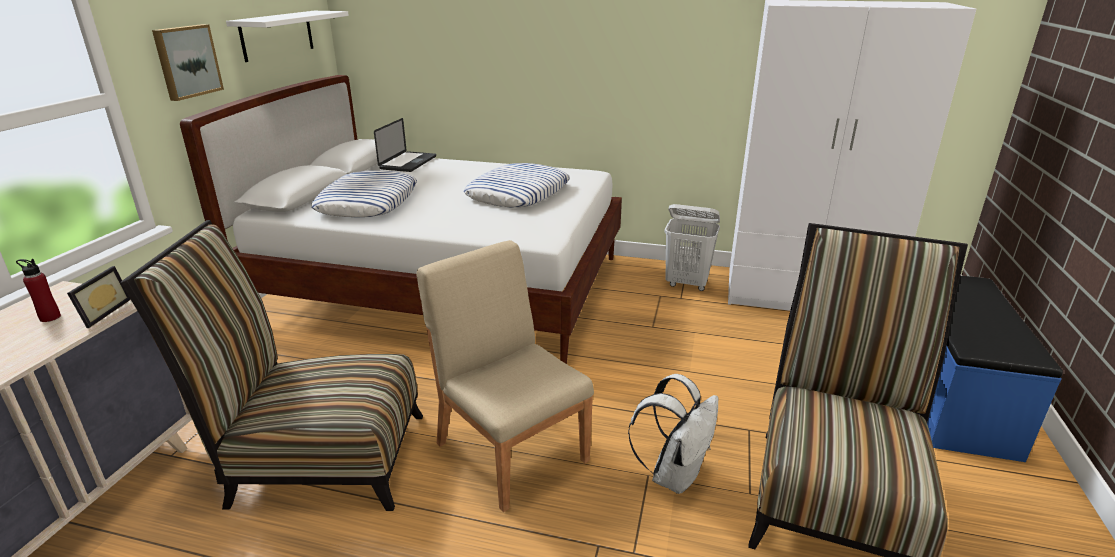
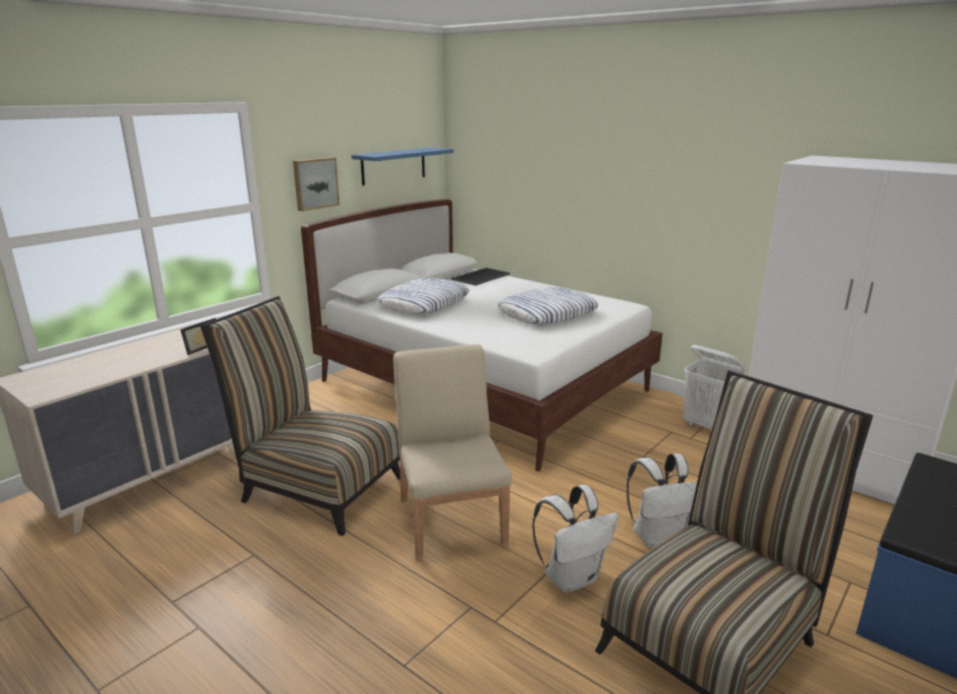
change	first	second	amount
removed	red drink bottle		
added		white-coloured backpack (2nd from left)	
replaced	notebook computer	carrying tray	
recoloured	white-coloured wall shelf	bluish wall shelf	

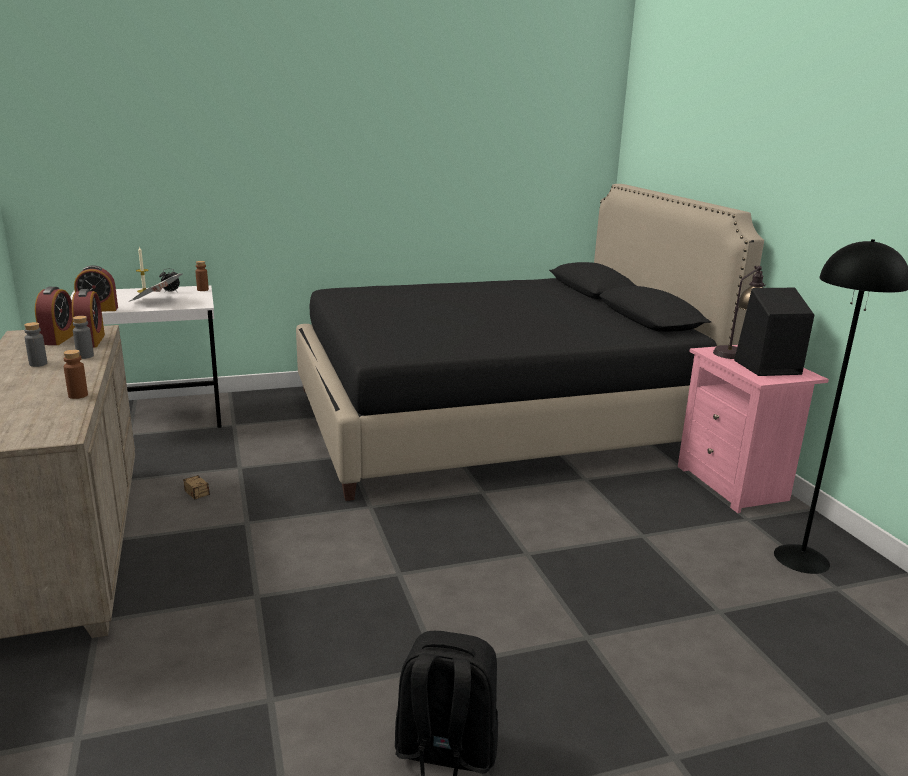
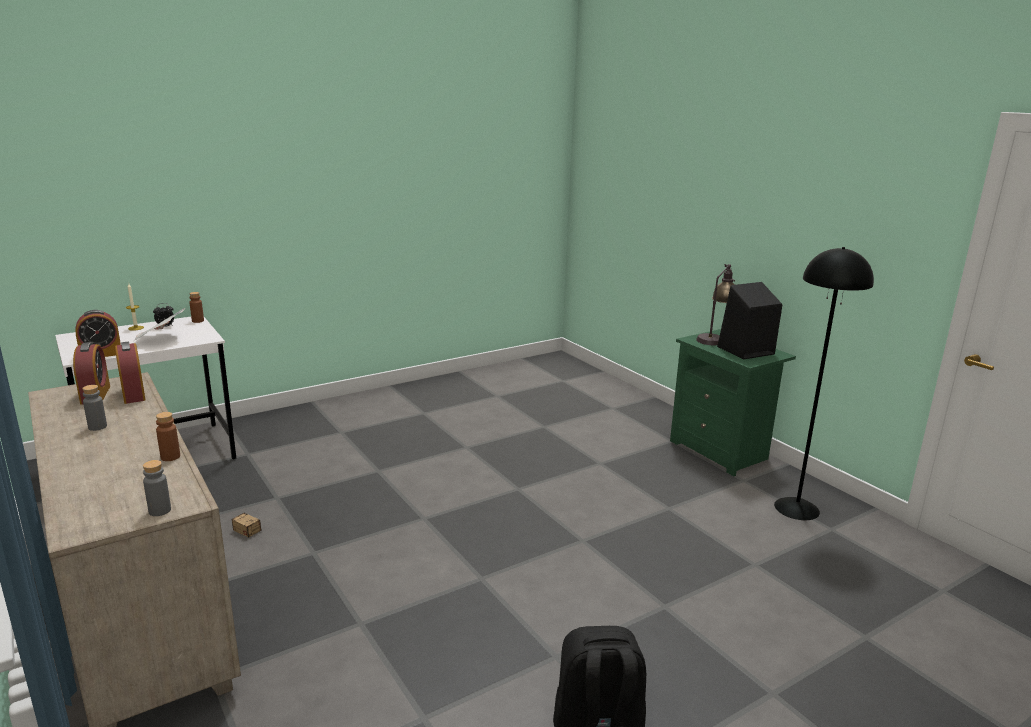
change	first	second	amount
removed	blackish bed		
moved	gray drink bottle (2nd from left)		
recoloured	pinkish nightstand	green nightstand	

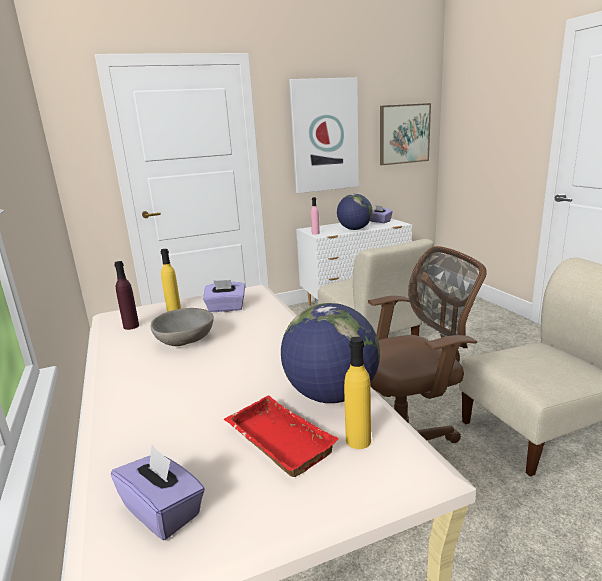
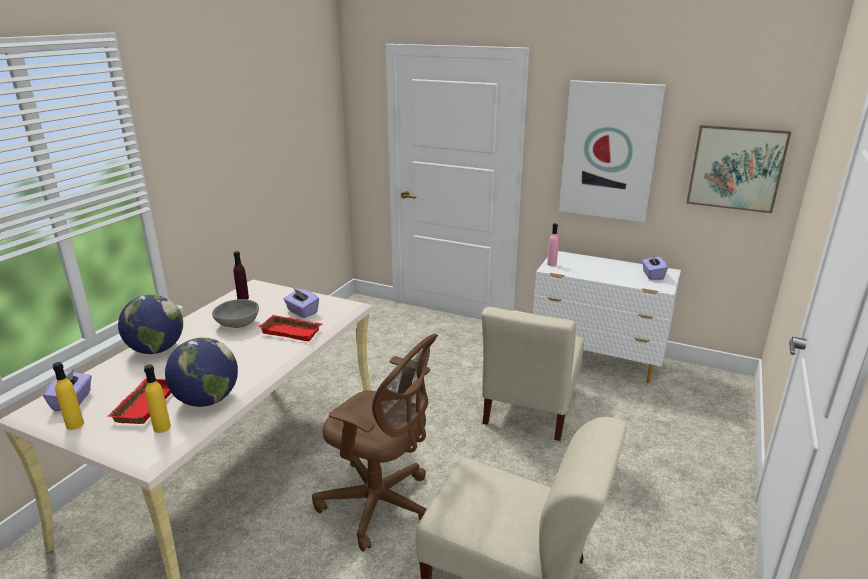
change	first	second	amount
added		red carrying tray (2nd from left)	
moved	yellow-coloured drink bottle (1st from left)		
moved	world globe (2nd from left in the first image)	world globe (1st from left)	

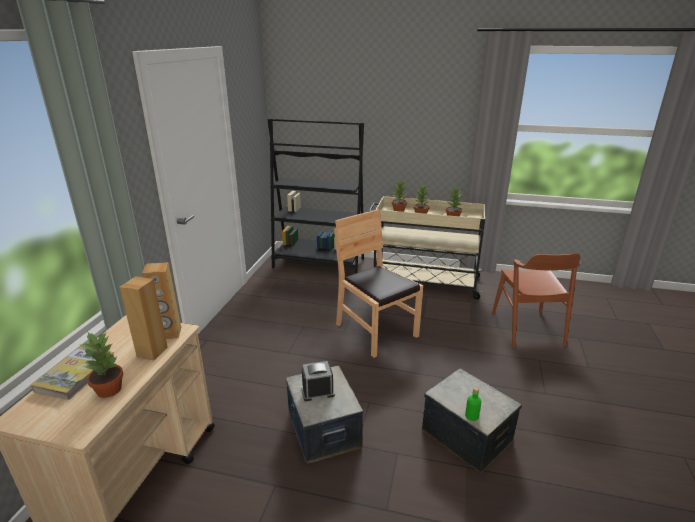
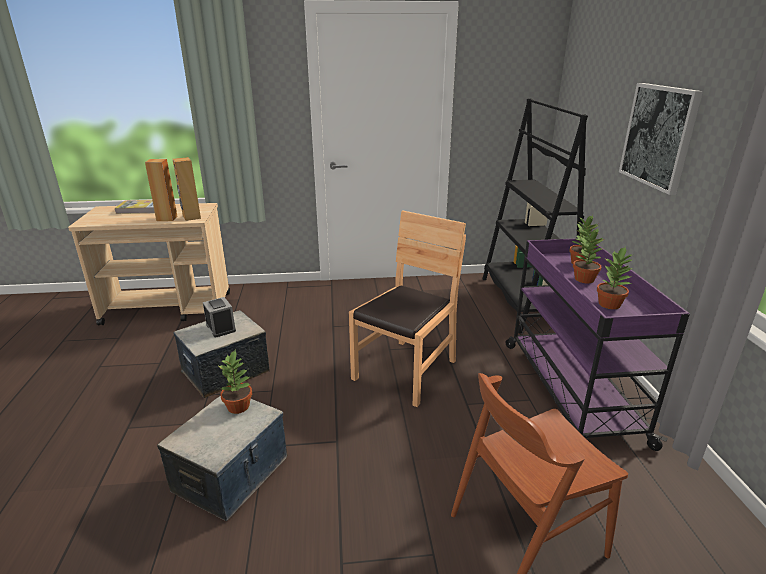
change	first	second	amount
removed	green drink bottle		
added		wall picture	
moved	houseplant (1st from left)		
recoloured	sand-coloured trolley (2nd from left)	purplish trolley	

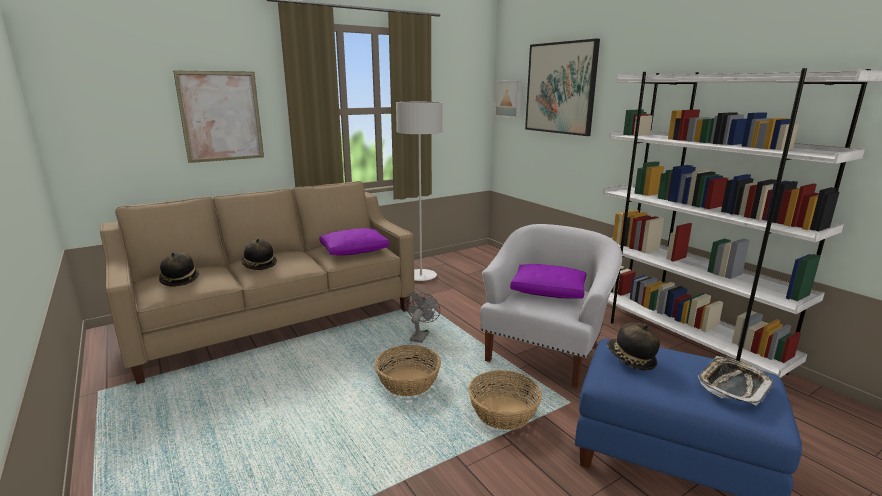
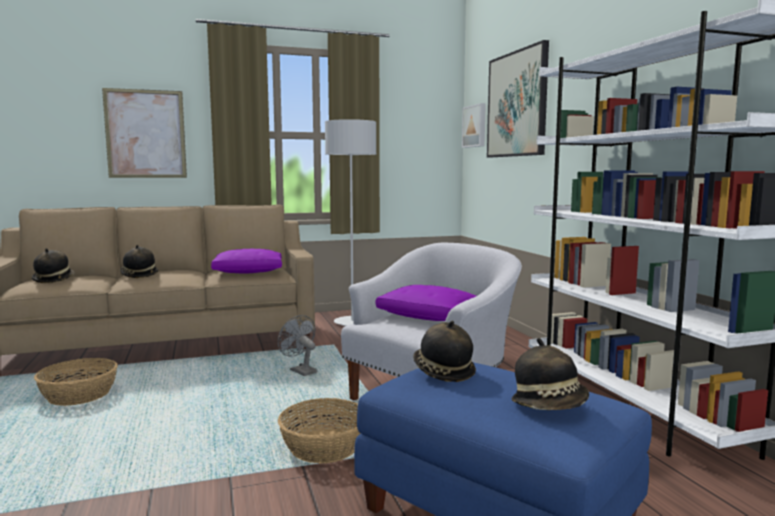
change	first	second	amount
moved	basket (1st from left)		
replaced	carrying tray	clothing hat (4th from left)	
turned	gray fan		75 degrees counterclockwise

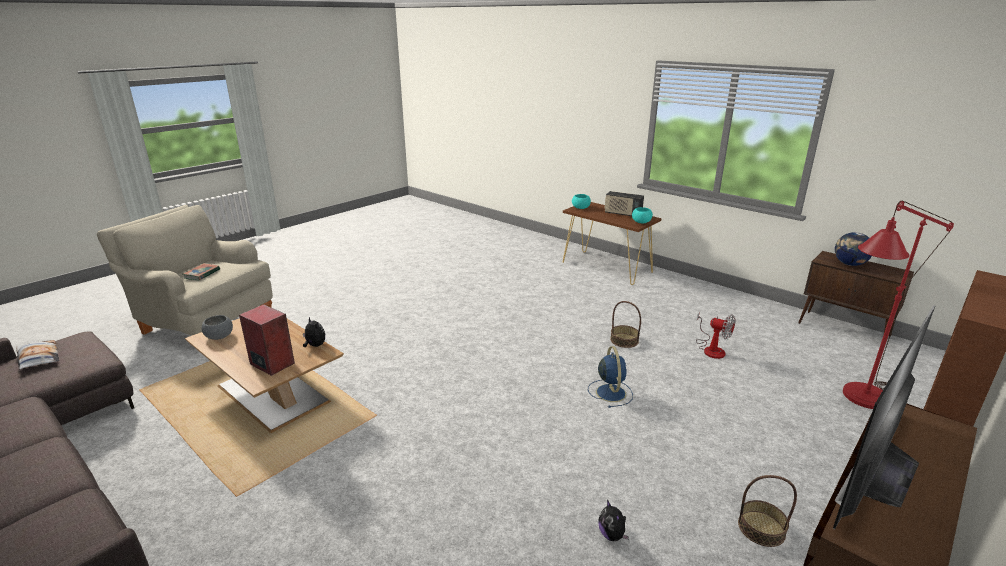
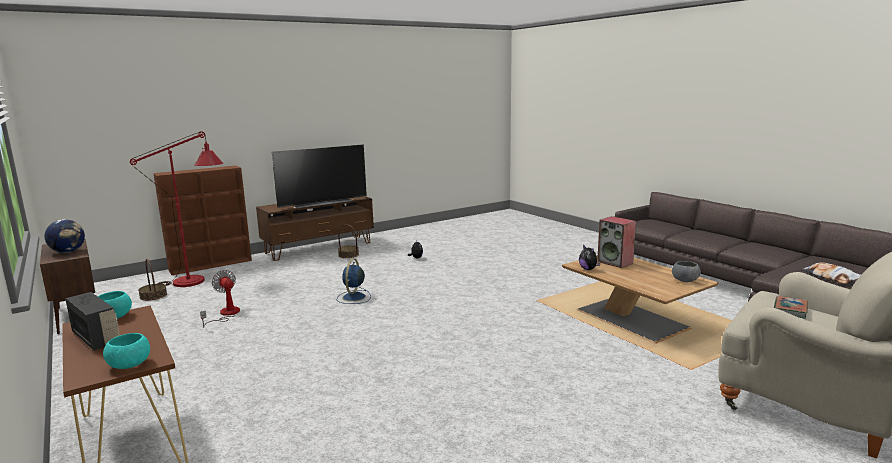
change	first	second	amount
moved	basket (1st from left)		

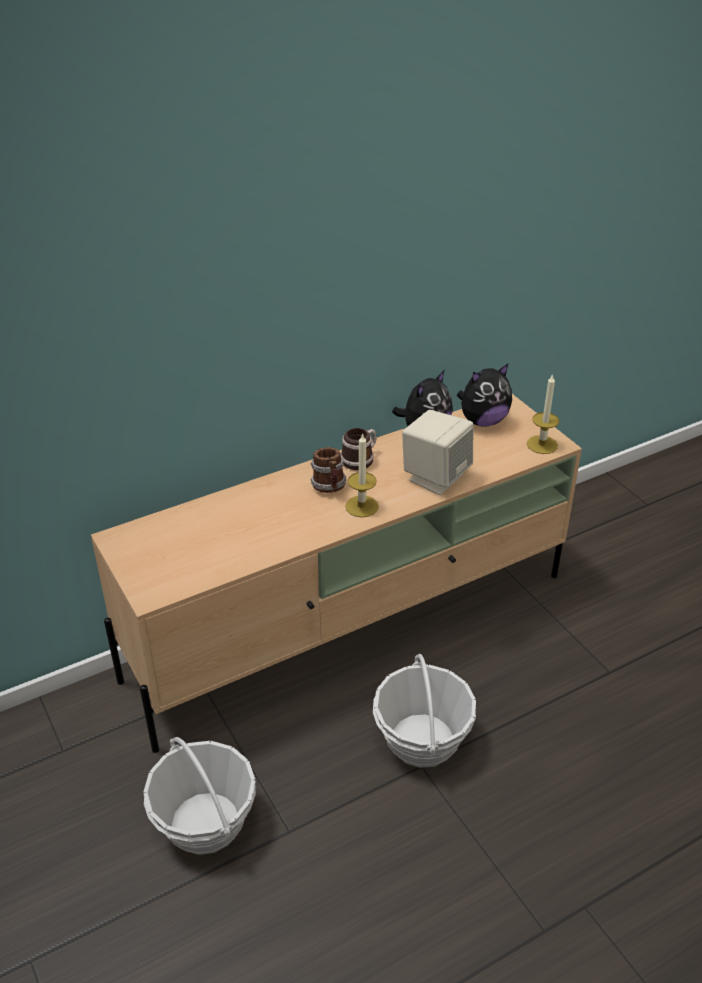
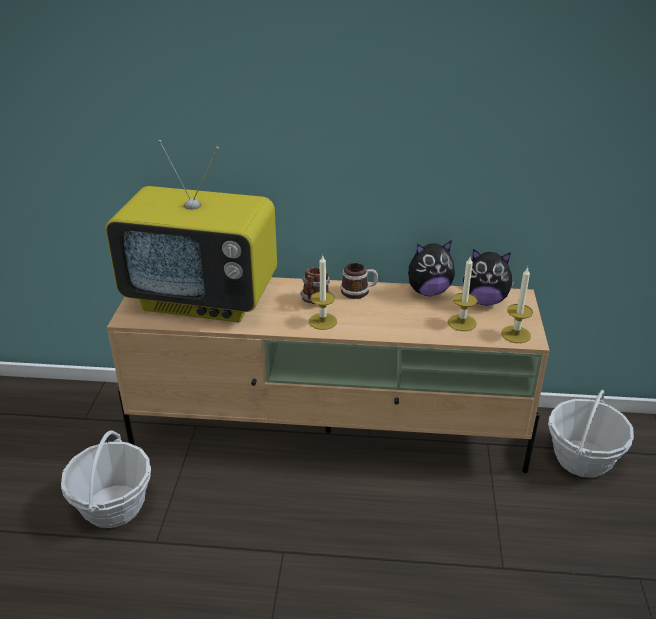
change	first	second	amount
removed	sand-coloured loudspeaker		
added		TV	
added		wax light (2nd from left)	
moved	basket (2nd from left)		

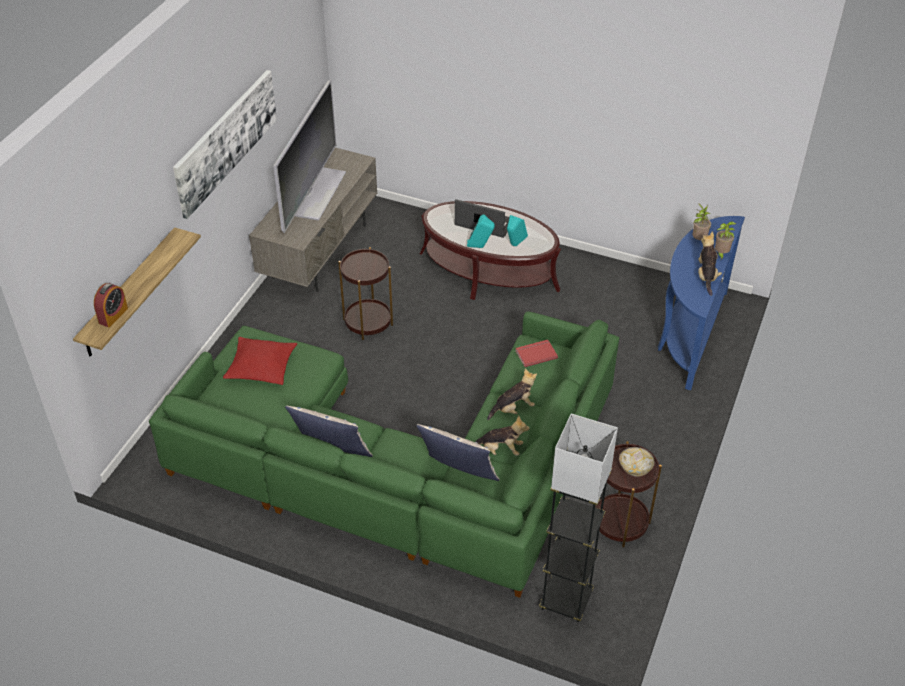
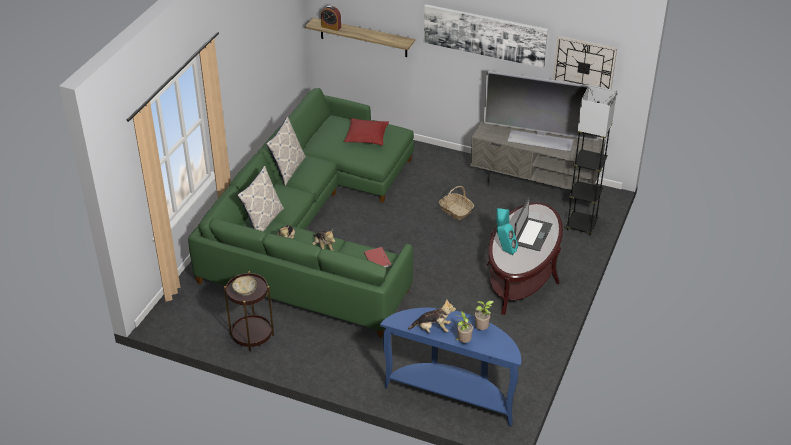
change	first	second	amount
added		clock on the wall	
moved	blackish standard lamp		
replaced	brownish side table (1st from left)	basket	

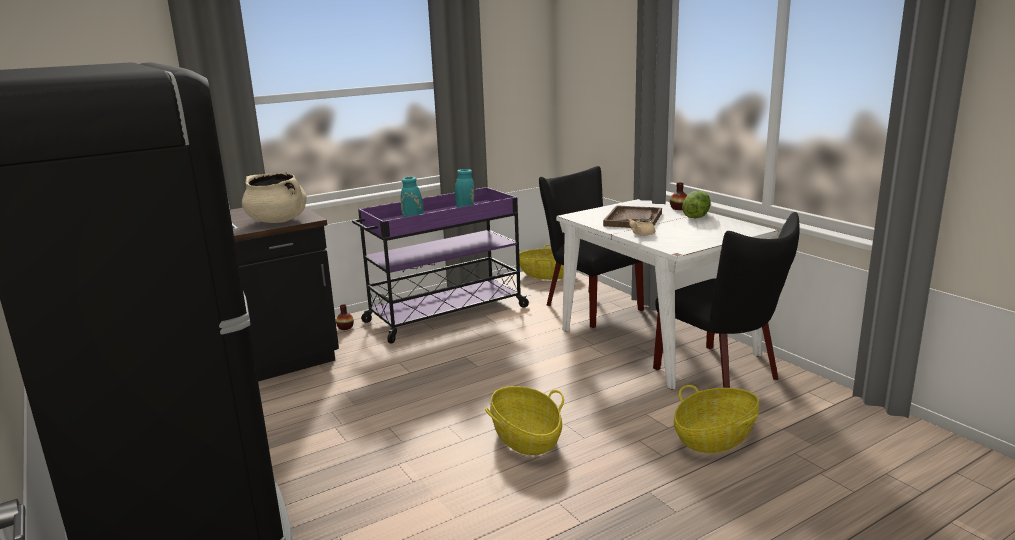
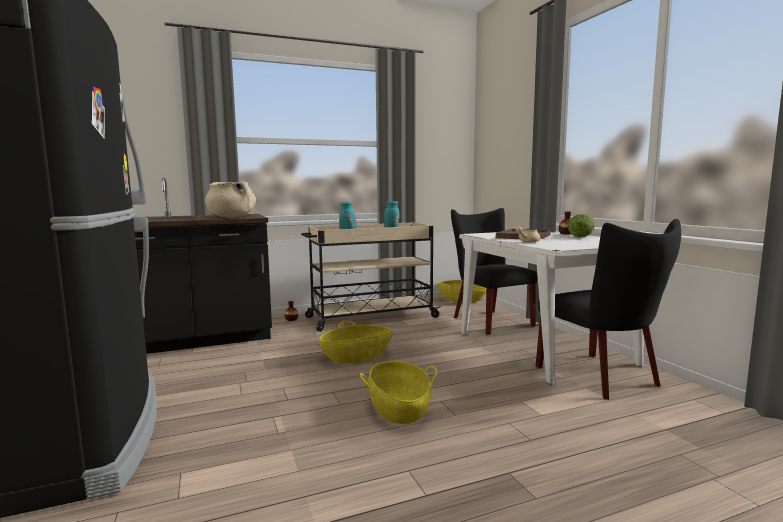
change	first	second	amount
moved	basket (3rd from left in the first image)	basket (1st from left)	
recoloured	purplish trolley	sand-coloured trolley	

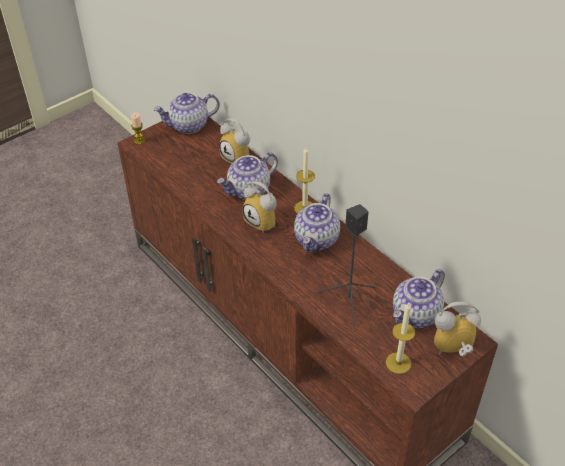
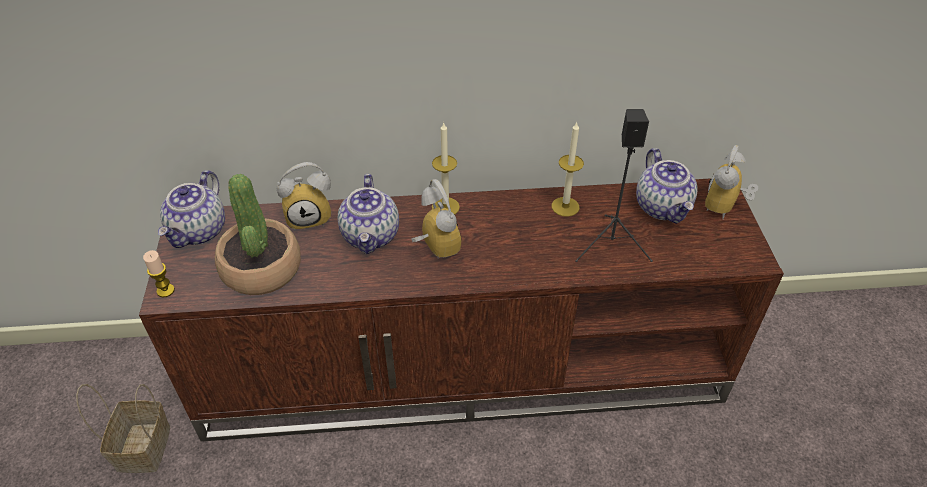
change	first	second	amount
removed	pot for tea (3rd from left)		
added		basket	
added		houseplant	
moved	wax light (3rd from left)		
turned	table clock (2nd from left)		105 degrees counterclockwise

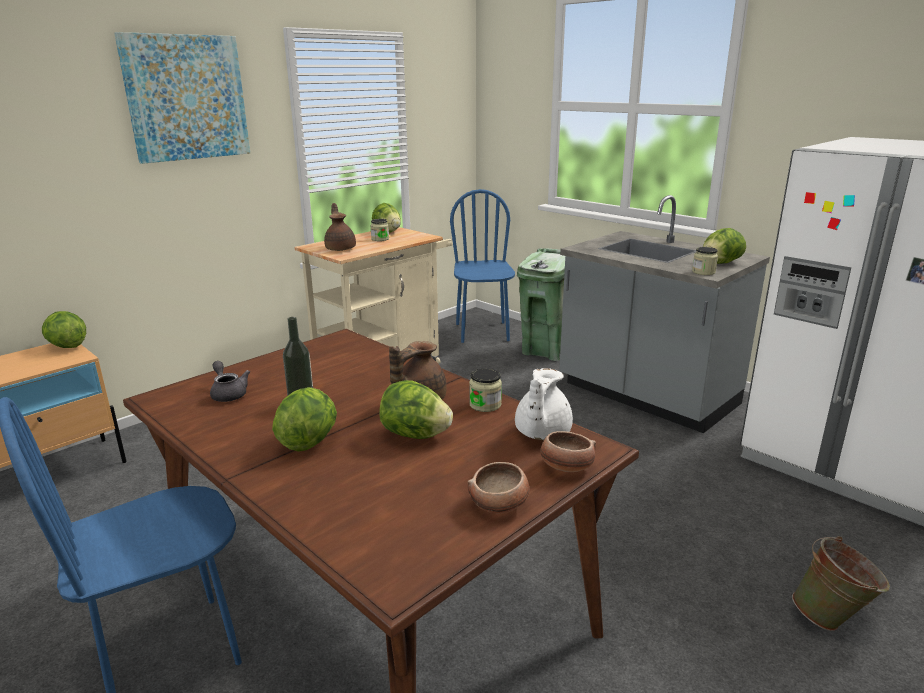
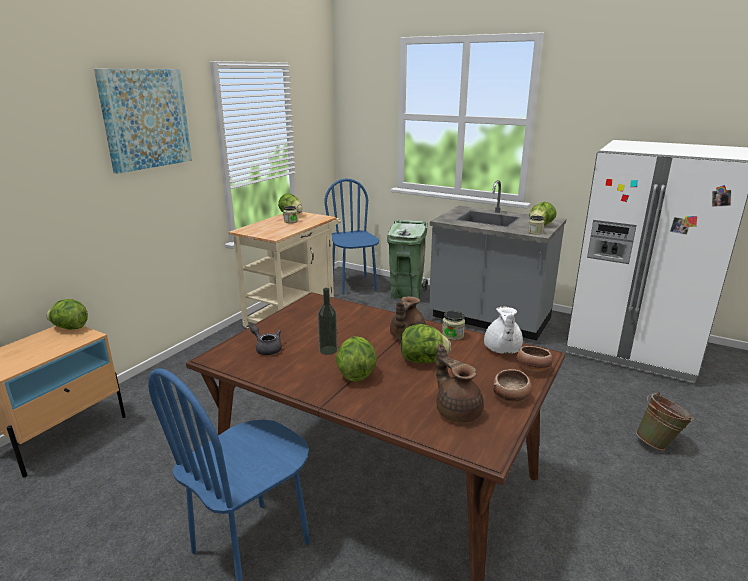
change	first	second	amount
moved	brownish pot for tea (1st from left in the first image)	brownish pot for tea (2nd from left)	

